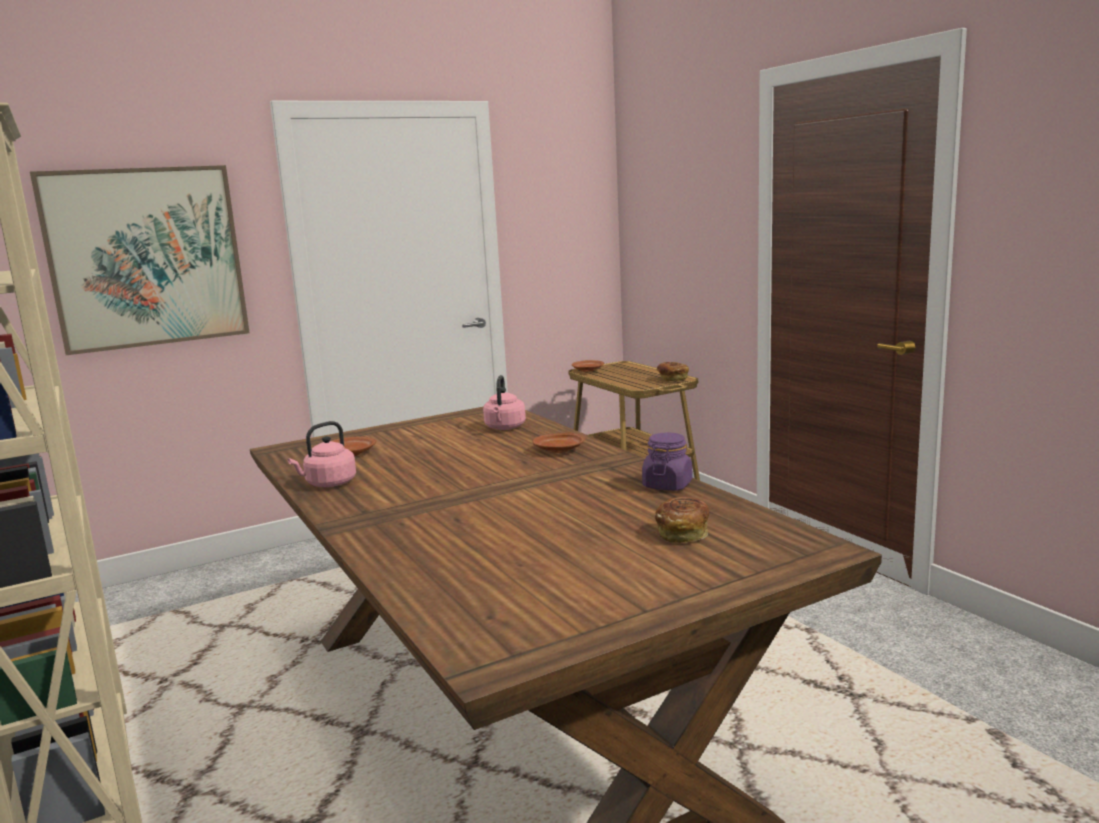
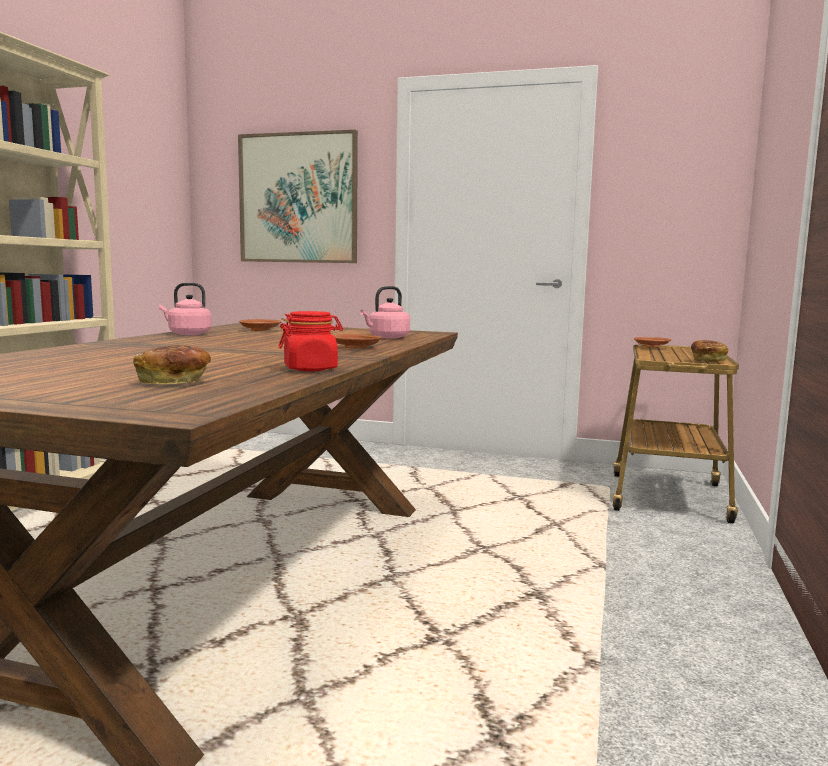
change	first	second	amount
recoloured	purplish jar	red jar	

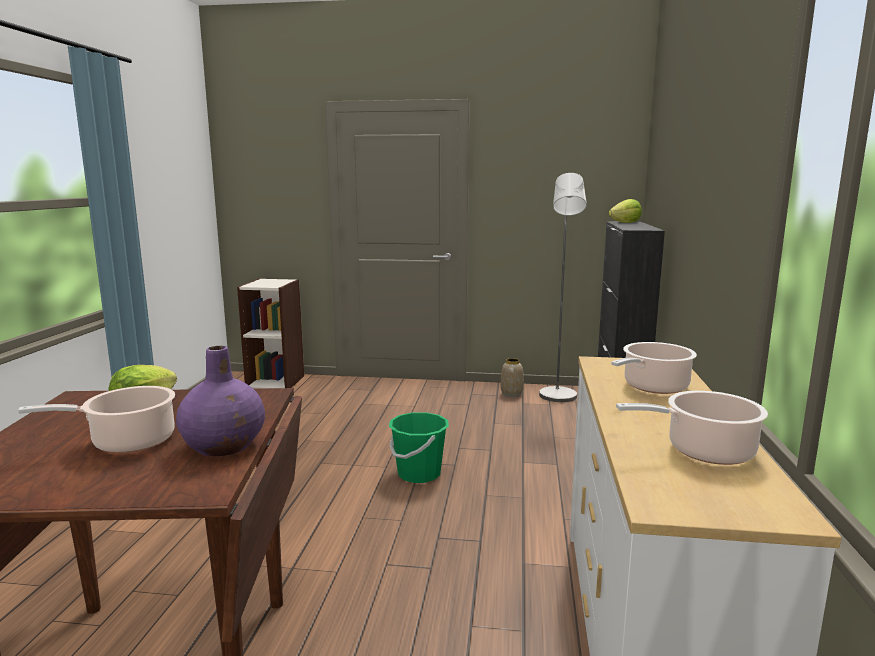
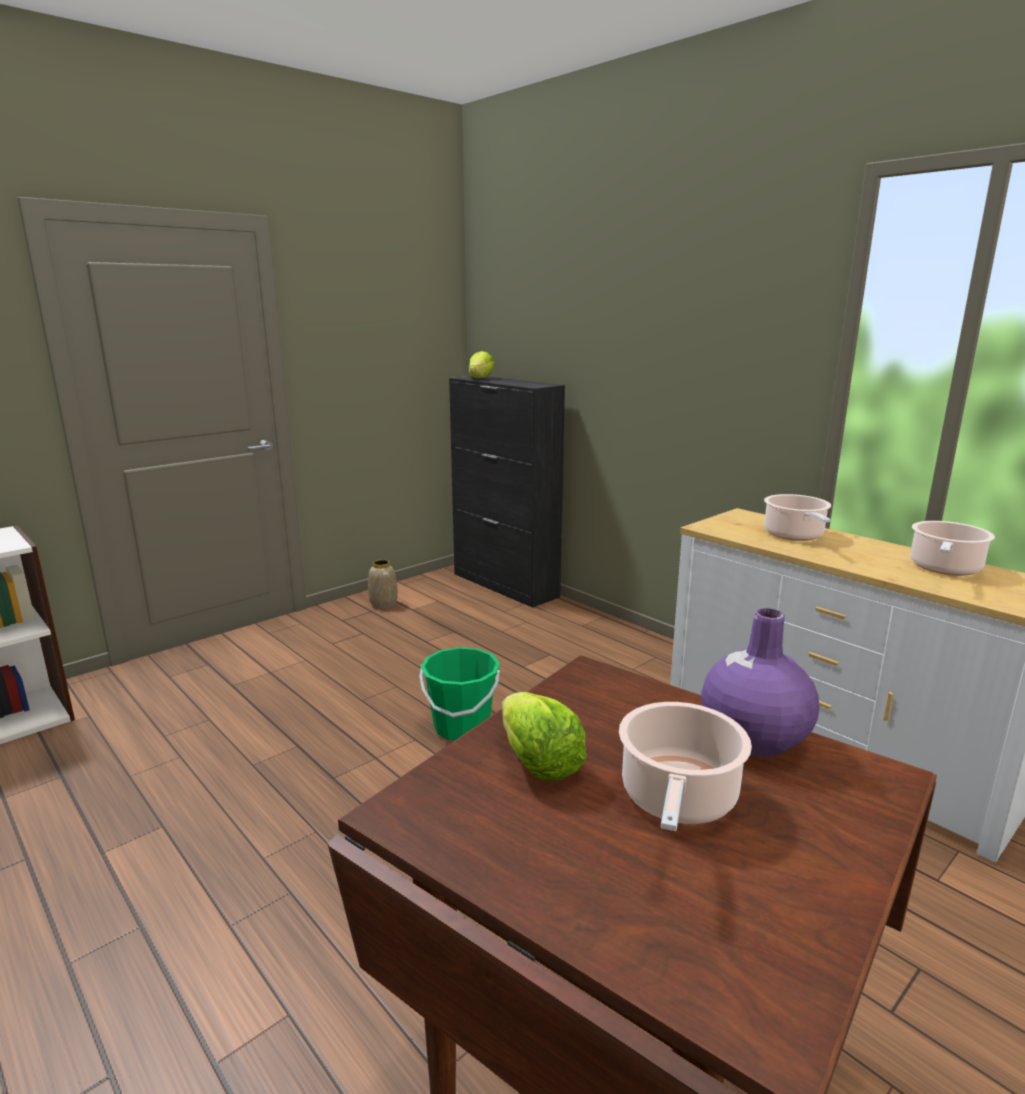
change	first	second	amount
removed	gray standard lamp		

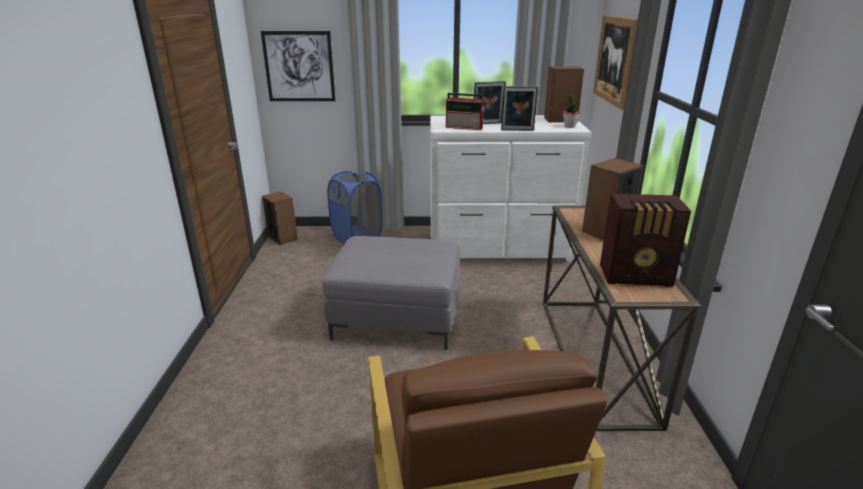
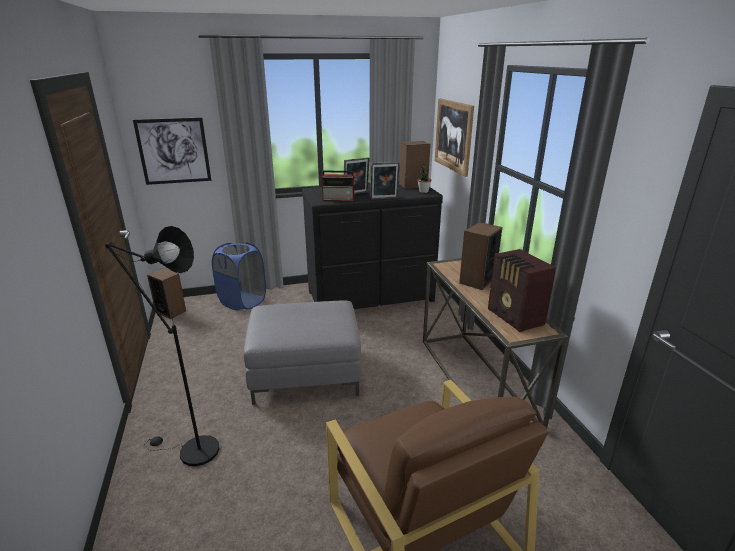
change	first	second	amount
added		blackish standard lamp	
recoloured	white-coloured dresser	blackish dresser	
turned	radio set (2nd from left)		75 degrees clockwise

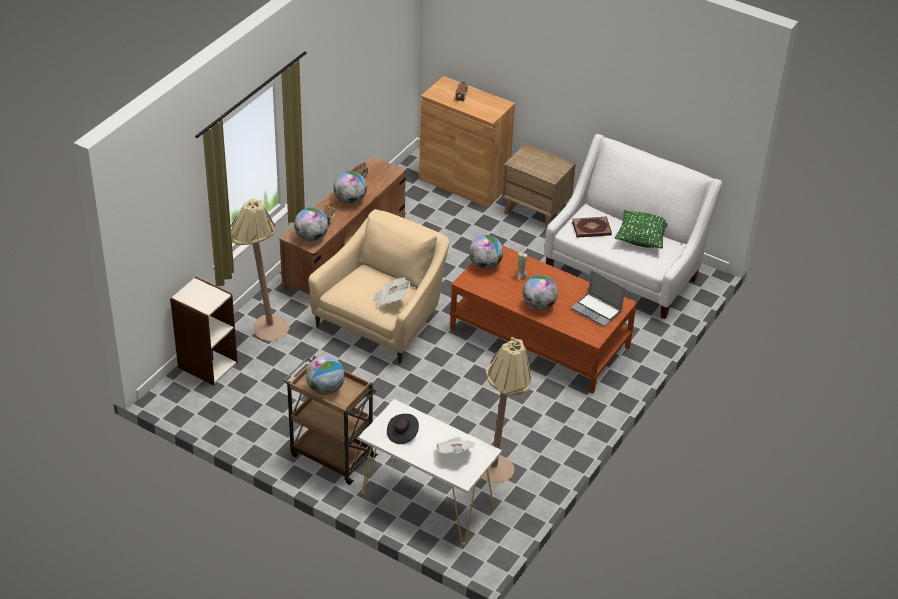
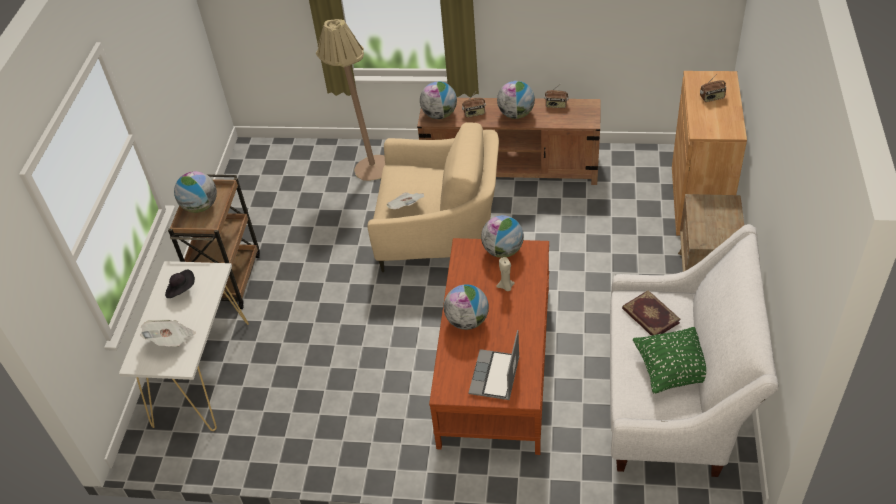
change	first	second	amount
removed	bookcase		
removed	sand-coloured standard lamp (2nd from left)		

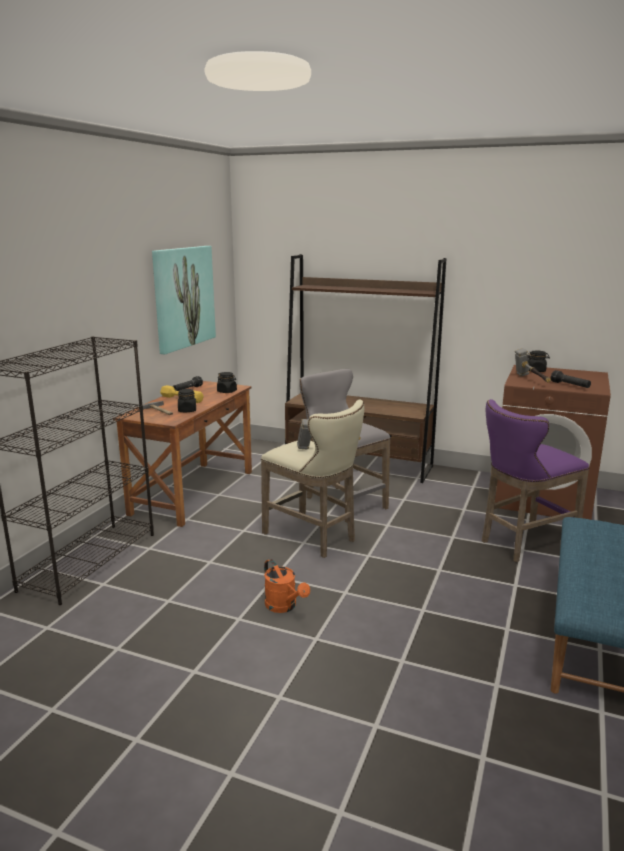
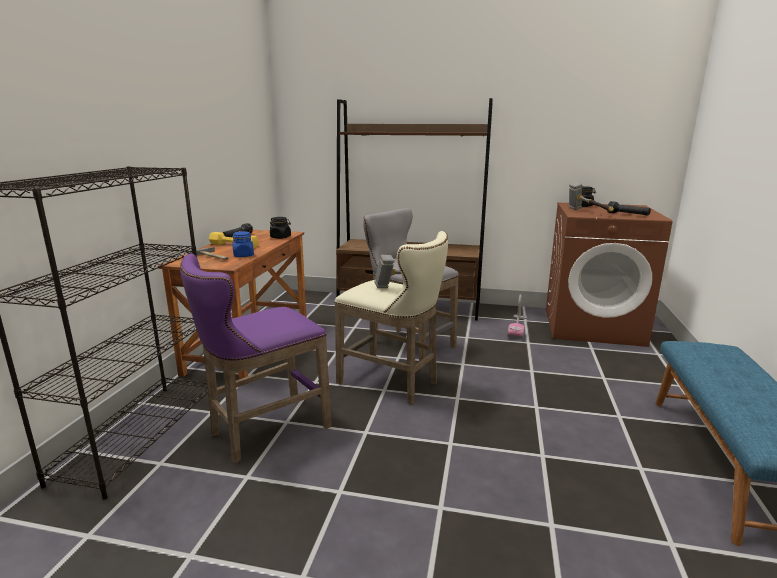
change	first	second	amount
removed	wall picture		
removed	orange-coloured sprinkling can		
added		vacuum cleaner	
moved	purplish stool		
recoloured	blackish jar (1st from left)	bluish jar	

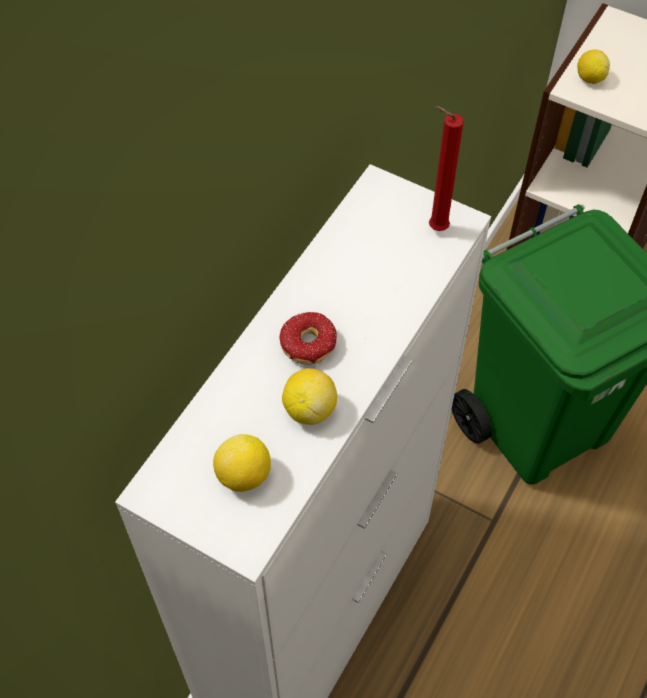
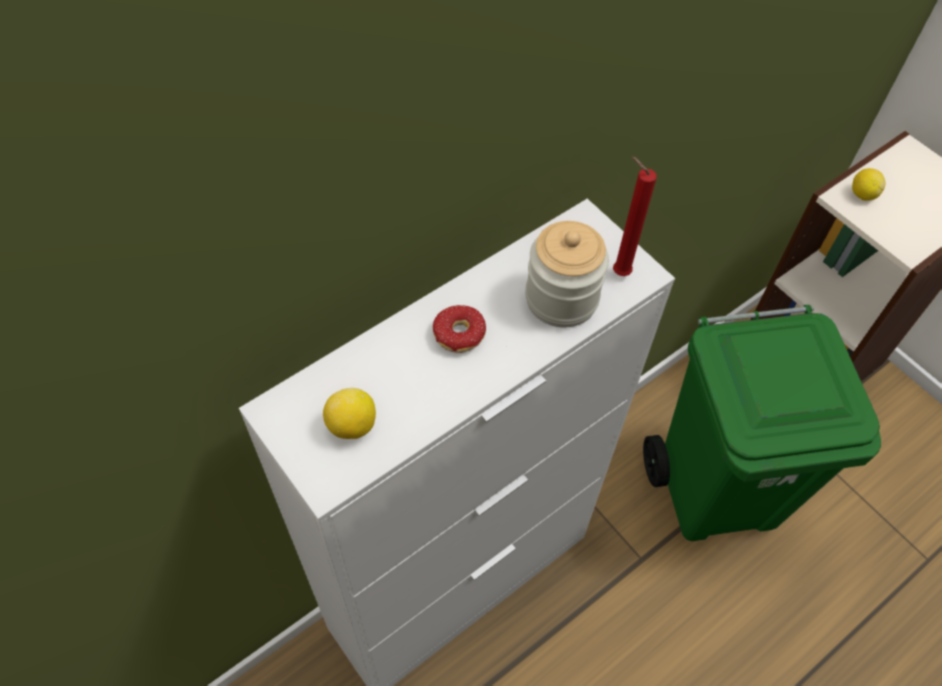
change	first	second	amount
removed	lemon (2nd from left)		
added		jar	

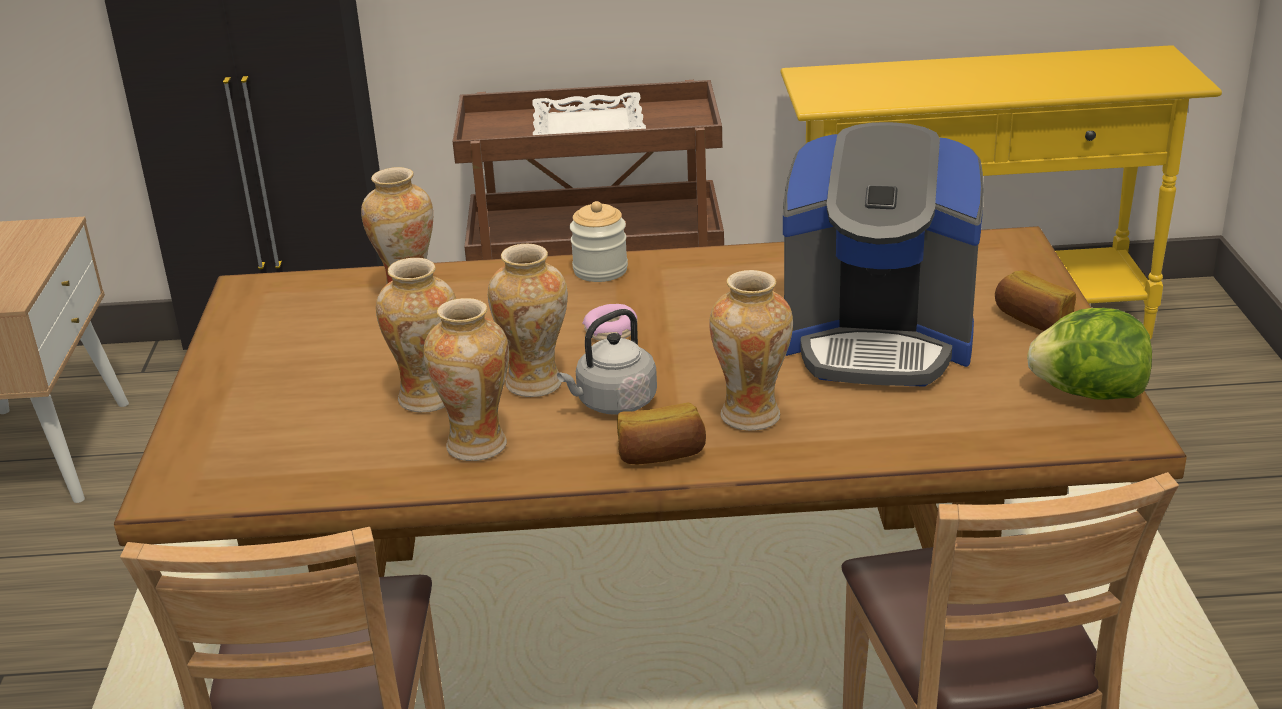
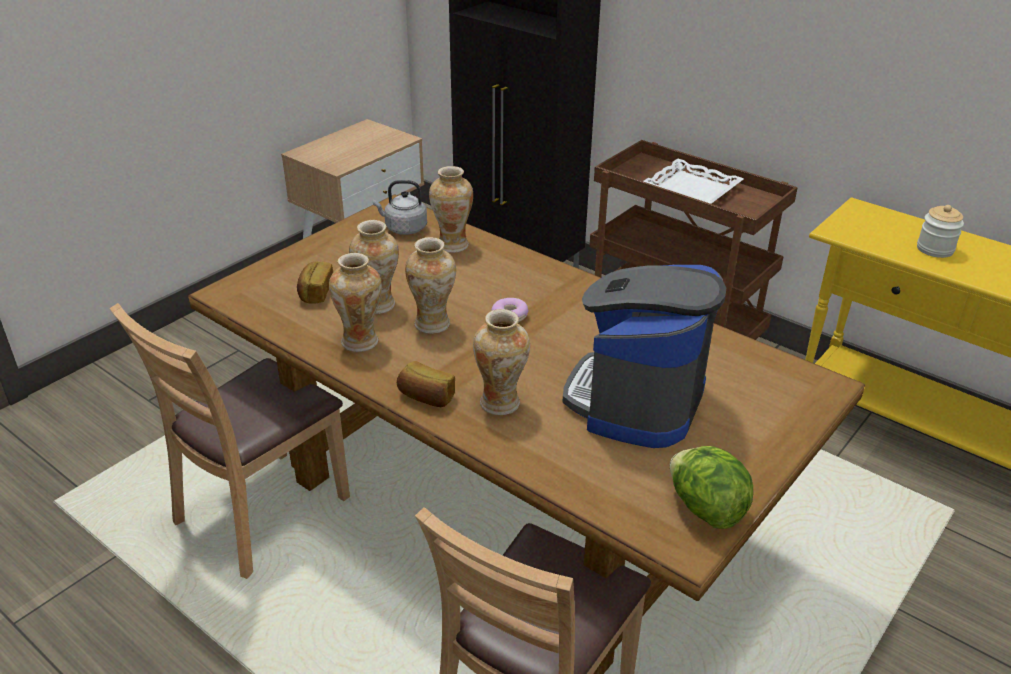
change	first	second	amount
moved	gray kettle		
moved	jar		
moved	bread (2nd from left in the first image)	bread (1st from left)	
turned	coffee maker		60 degrees clockwise

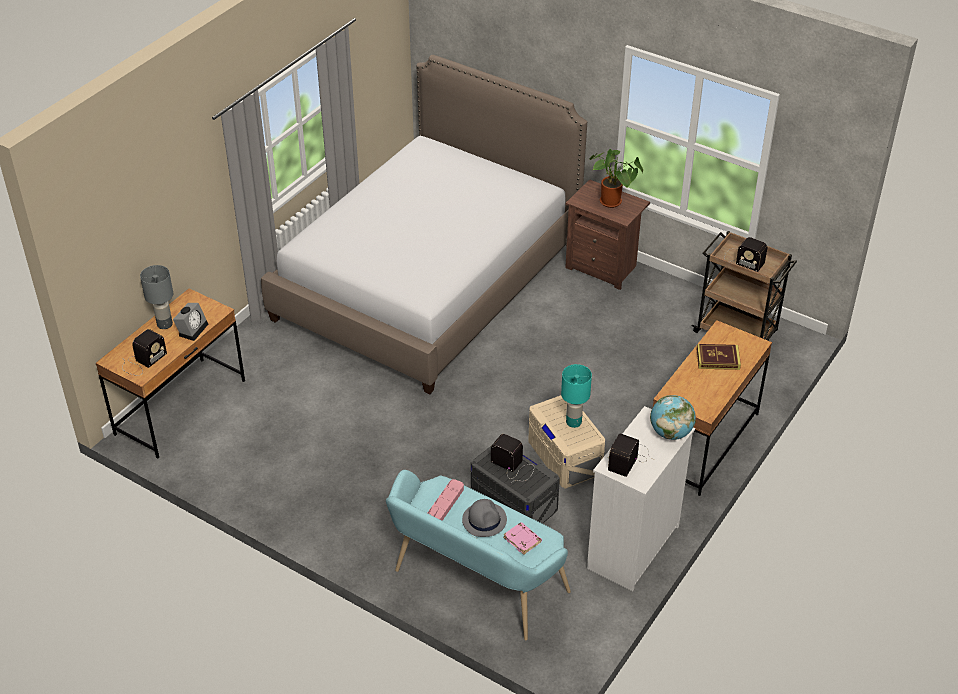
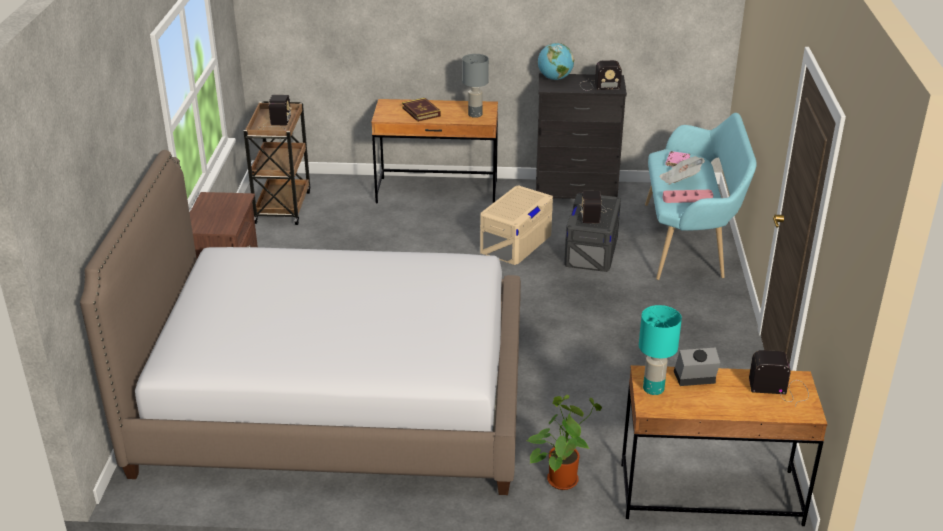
change	first	second	amount
moved	gray lamp for a table		
moved	turquoise lamp for a table		
moved	houseplant		
replaced	gray clothing hat	printed paper	
recoloured	white-coloured dresser	blackish dresser	

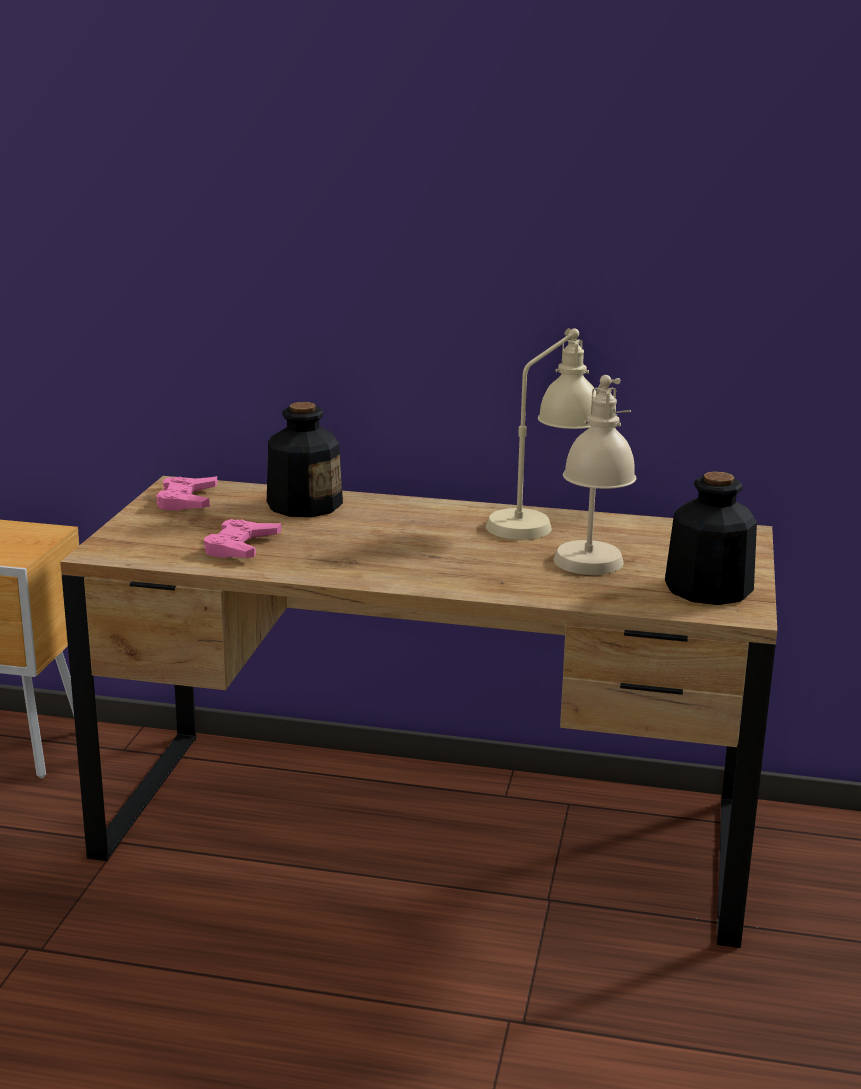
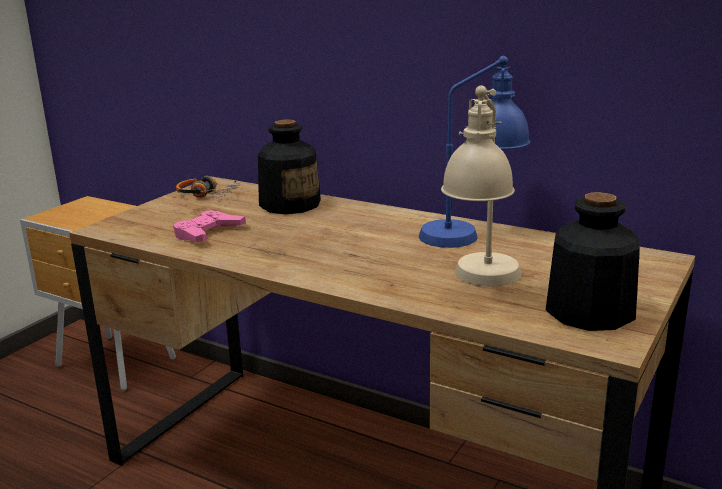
change	first	second	amount
replaced	pinkish joypad (1st from left)	pair of headphones	
recoloured	sand-coloured lamp for a table (1st from left)	bluish lamp for a table	

